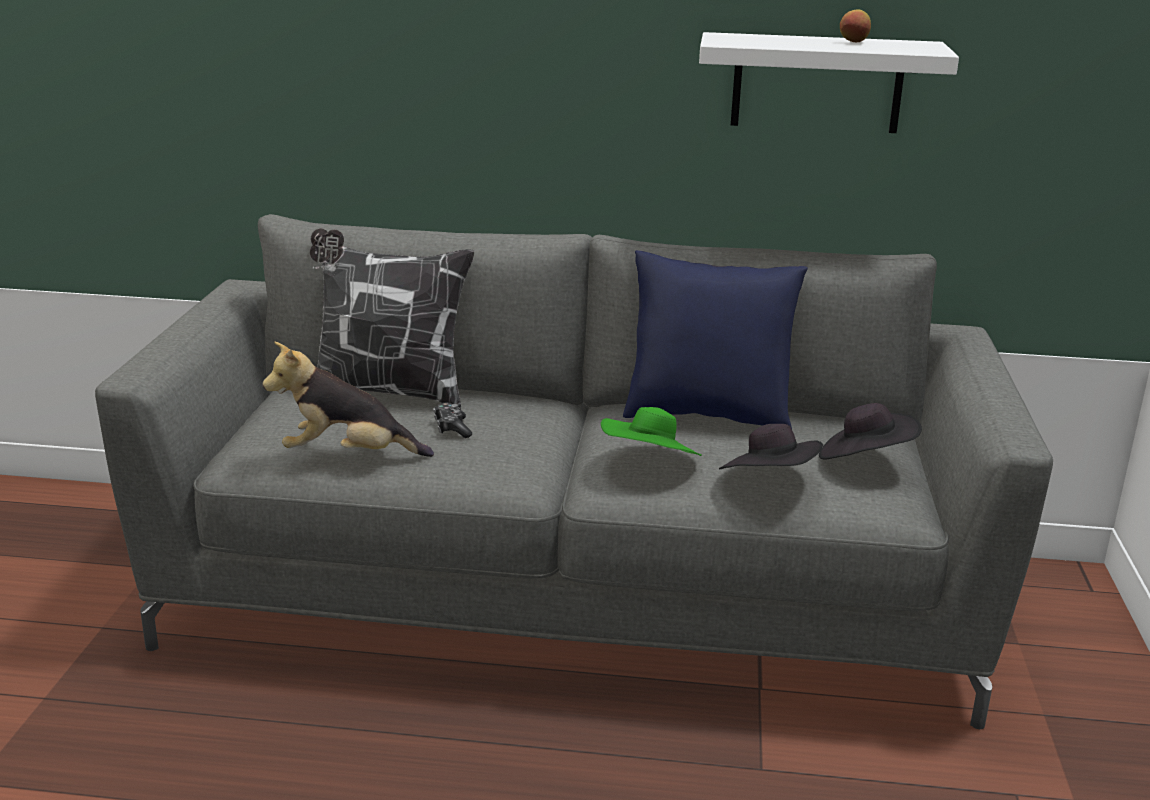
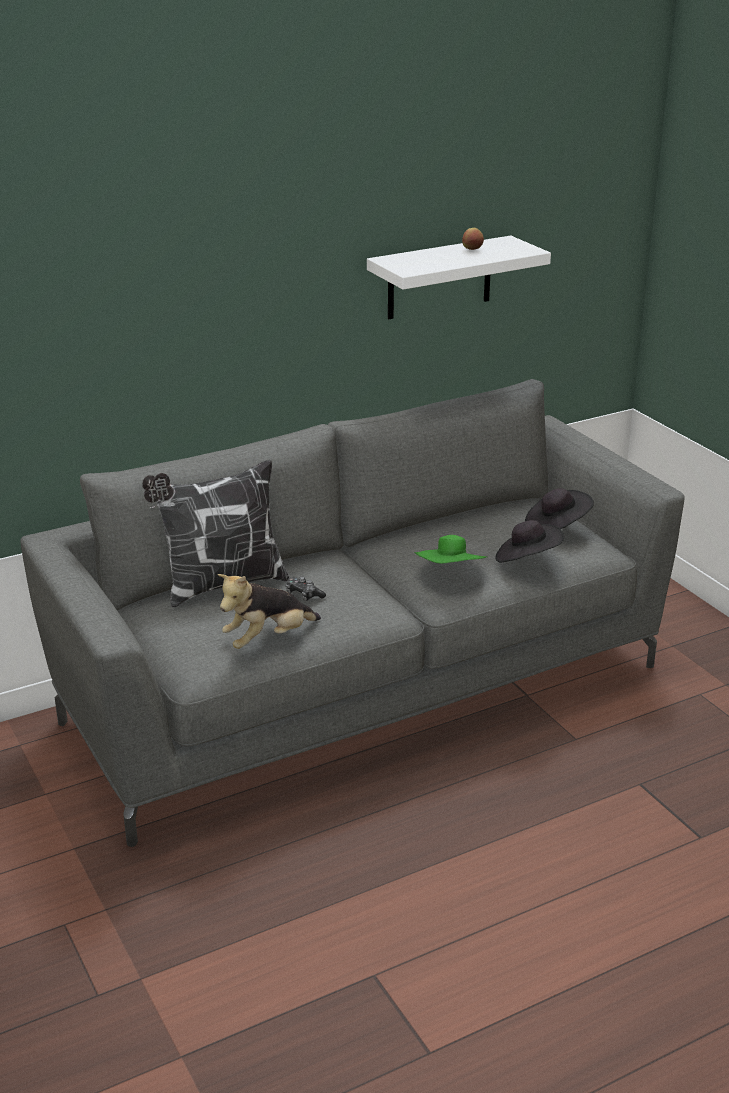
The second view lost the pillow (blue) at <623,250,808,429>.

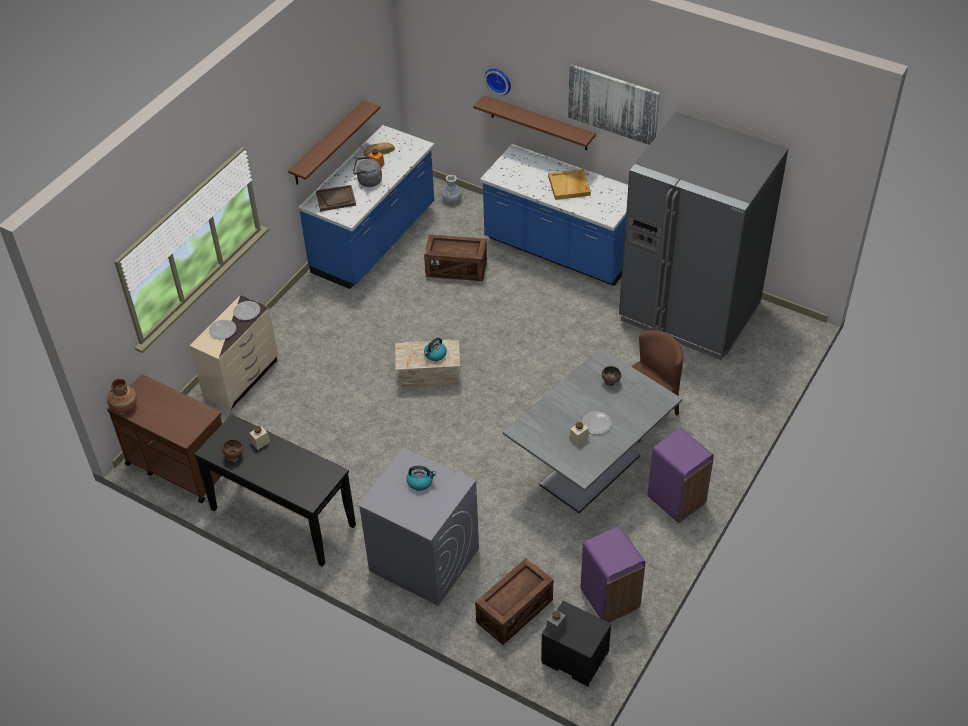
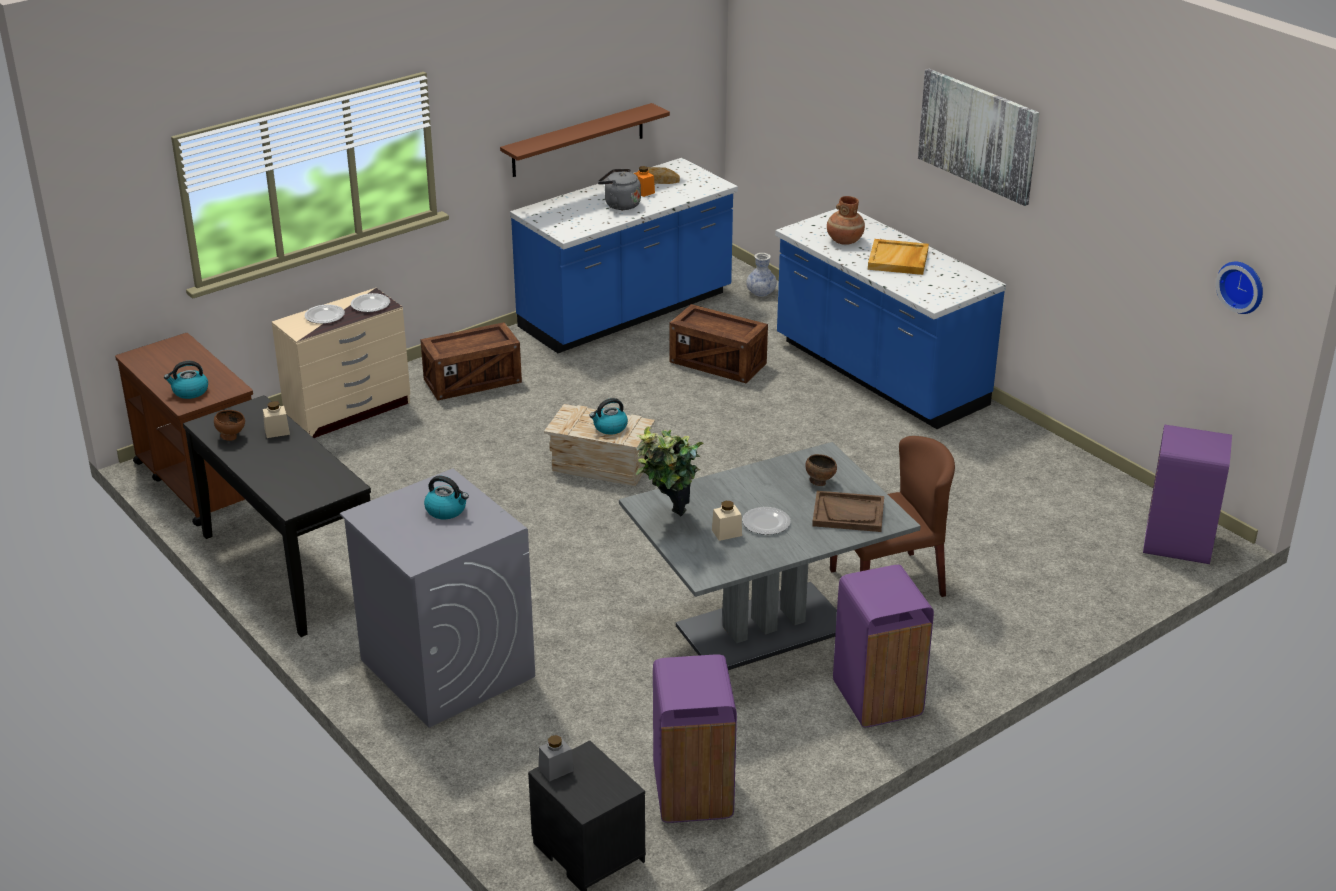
The second view gained the kettle at <164,361,208,399>.
The crate ended up elsewhere, having gone from <475,558,553,645> to <420,322,522,401>.
The second view gained the potted plant at <636,426,704,516>.
The tray (brown) ended up elsewhere, having gone from <316,185,356,211> to <812,491,884,532>.
The vase (brown) ended up elsewhere, having gone from <107,378,137,413> to <827,196,865,245>.
The second view gained the trash can (purple) at <1143,424,1232,564>.
The wall clock ended up elsewhere, having gone from <484,68,511,95> to <1216,262,1263,314>.
The second view lost the shelf (brown) at <473,95,596,150>.
The second view lost the fridge (grey) at <619,112,788,360>.

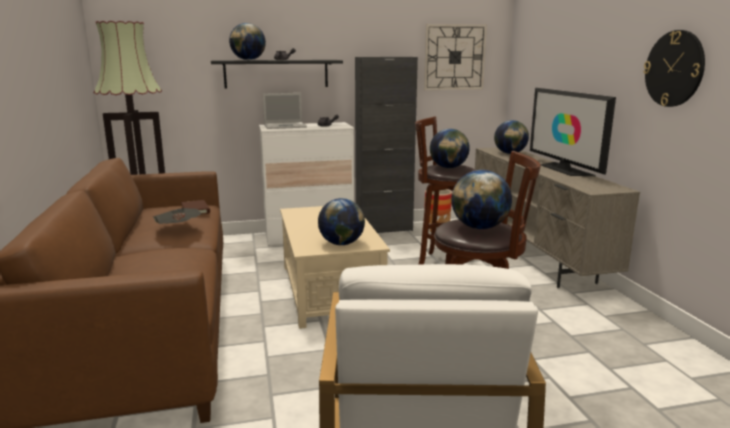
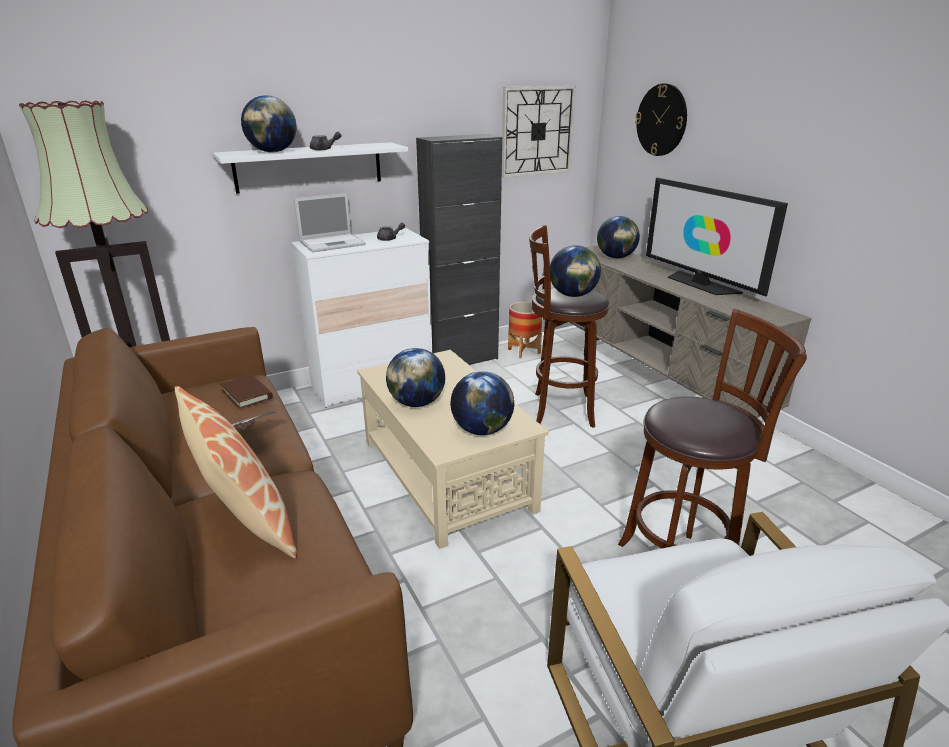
The second view gained the pillow at <175,386,297,558>.
What was the shelf (black) at <211,60,343,88> turned into the shelf (white) at <213,142,408,194>.
The globe ended up elsewhere, having gone from <451,170,512,229> to <386,348,445,407>.
The wall clock ended up elsewhere, having gone from <643,30,705,107> to <635,83,687,156>.

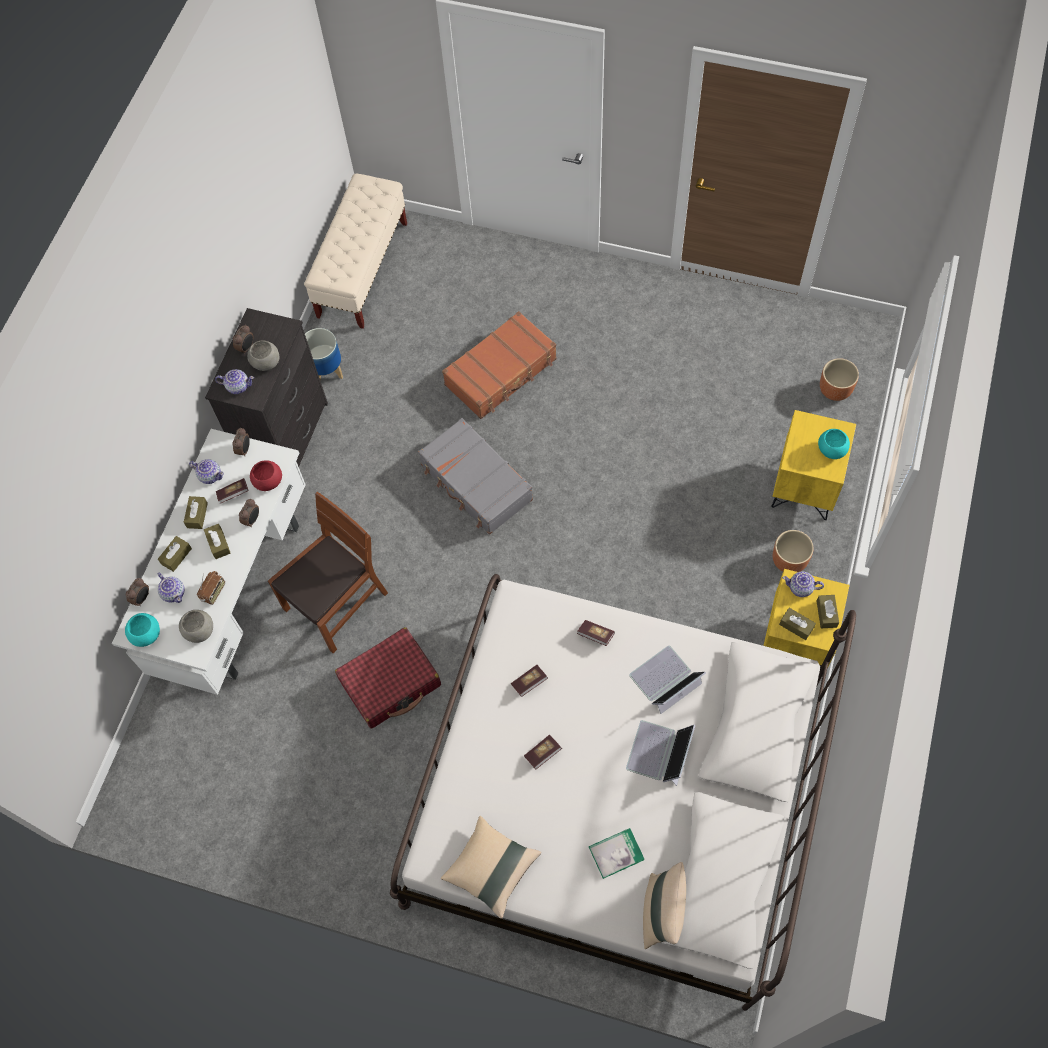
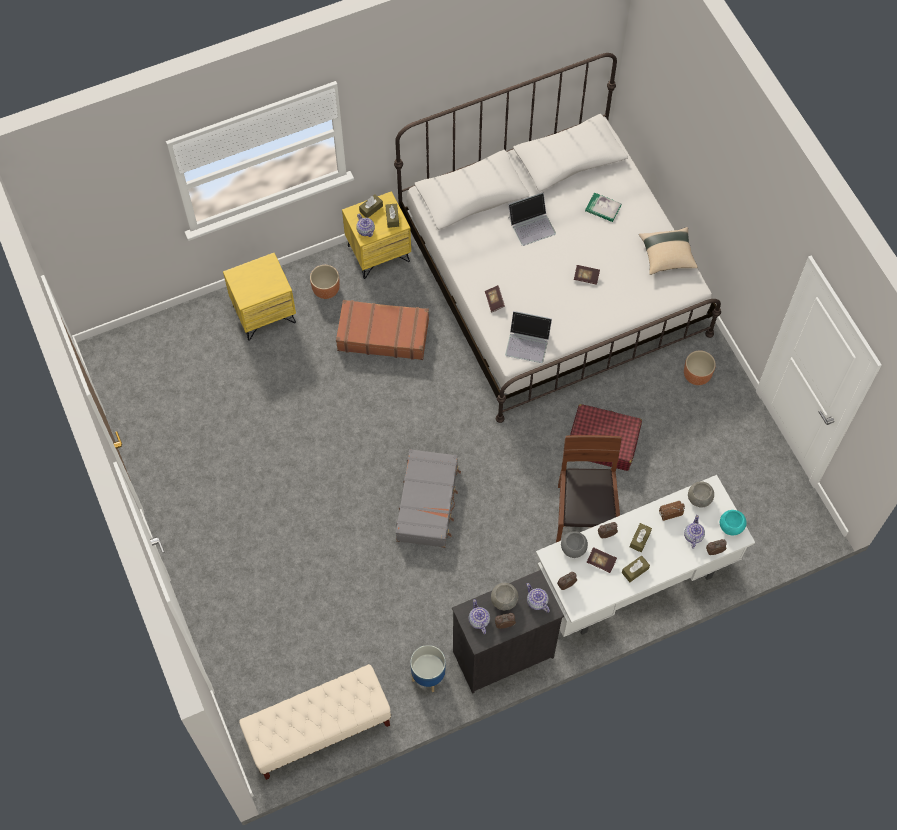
The suitcase (brown) ended up elsewhere, having gone from <442,311,557,419> to <336,300,429,360>.
The teapot ended up elsewhere, having gone from <189,459,224,484> to <468,599,490,634>.
The laptop ended up elsewhere, having gone from <629,646,706,714> to <505,311,552,363>.
The chair (brown) at <268,492,388,653> ended up facing another way, 90 degrees clockwise from before.
What was the bowl (red) at <250,460,282,491> turned into the bowl (grey) at <561,531,588,558>.
The planter (brown) ended up elsewhere, having gone from <820,358,859,401> to <684,350,716,385>.
The second view lost the tissue box (brown) at <158,536,192,572>.
The second view lost the book at <511,665,548,697>.
The second view lost the pillow (beige) at <643,862,686,949>.
The second view lost the bowl (turquoise) at <818,429,850,459>.

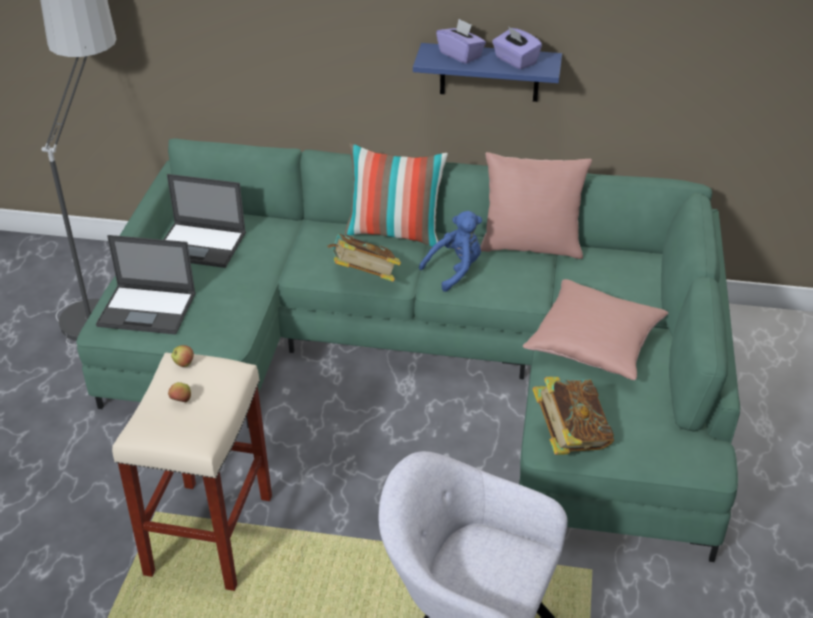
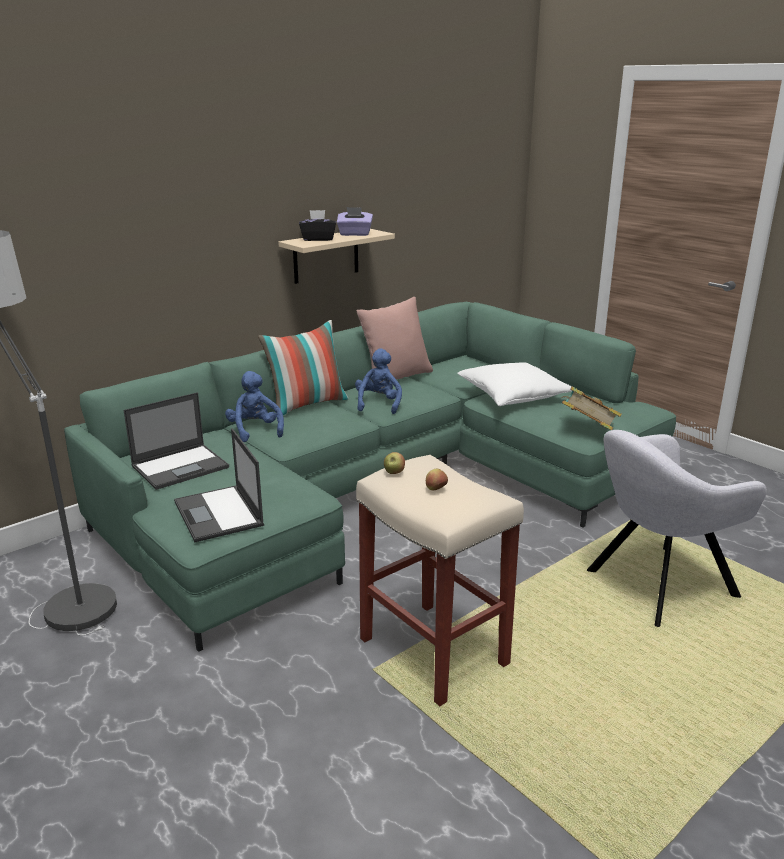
The laptop at <96,235,196,335> ended up facing another way, 105 degrees clockwise from before.
The second view gained the plush toy (blue) at <225,371,284,442>.
What was the shelf (blue) at <413,43,562,102> turned into the shelf (beige) at <278,229,395,284>.
What was the tissue box (purple) at <436,19,486,64> turned into the tissue box (black) at <299,210,336,241>.
What was the pillow (pink) at <523,279,668,380> turned into the pillow (white) at <457,362,572,406>.
The second view lost the book at <328,234,401,282>.

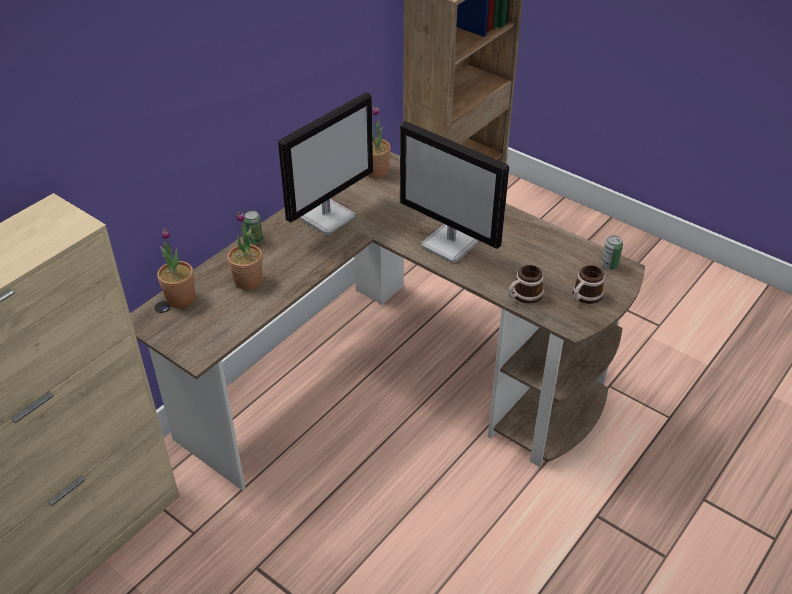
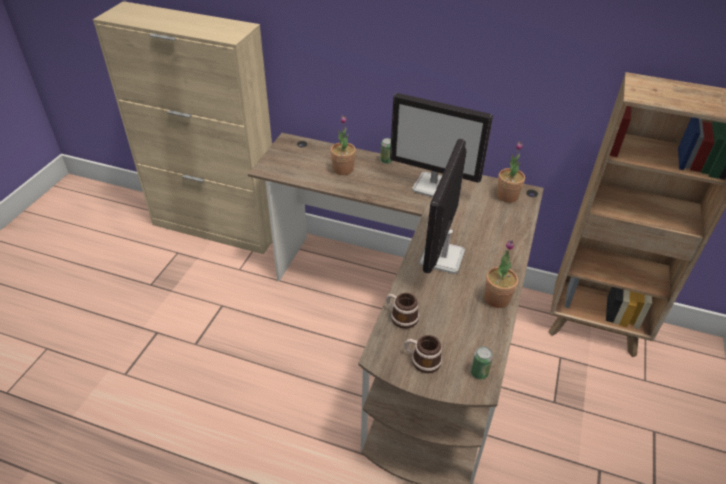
The potted plant ended up elsewhere, having gone from <157,228,195,308> to <485,240,518,308>.

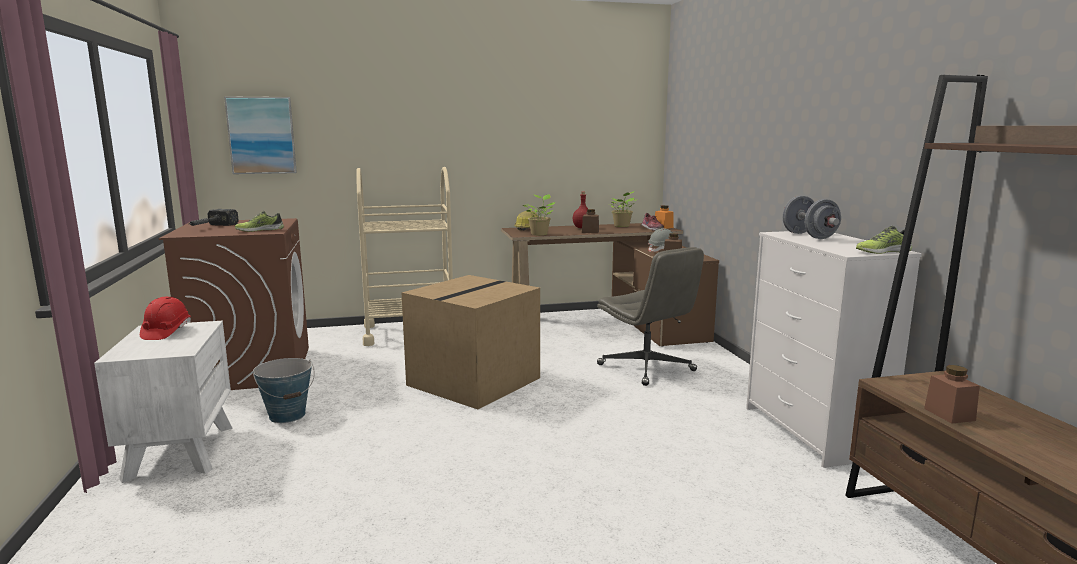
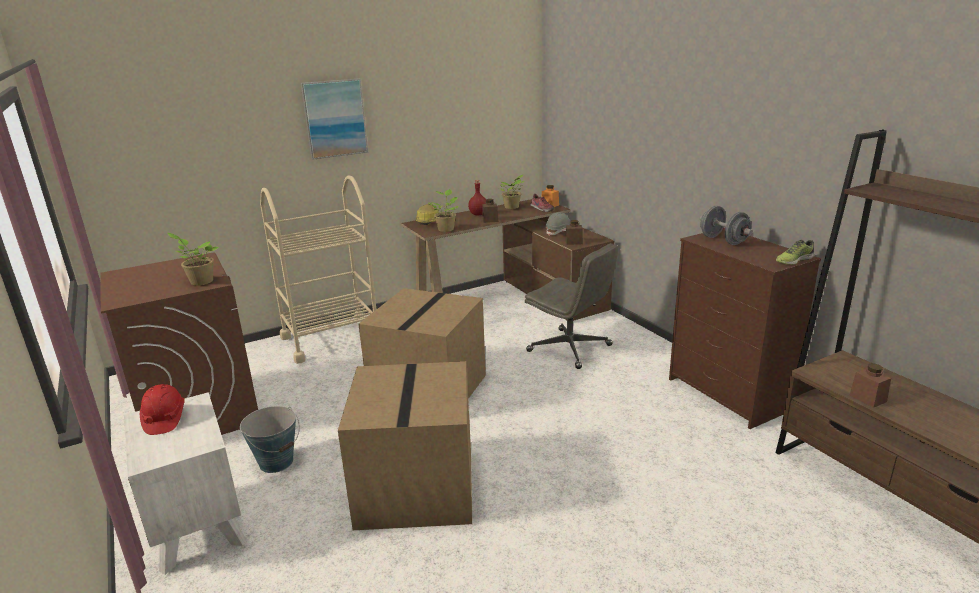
Where the shoe stood at <235,211,284,232>, the potted plant came to stand at <168,233,219,286>.
The picture ended up elsewhere, having gone from <224,96,297,174> to <301,79,368,160>.
The second view gained the cardboard box at <338,361,472,530>.
What was the dresser (white) at <746,231,922,468> turned into the dresser (brown) at <669,228,821,429>.
The second view lost the hammer at <190,209,238,226>.

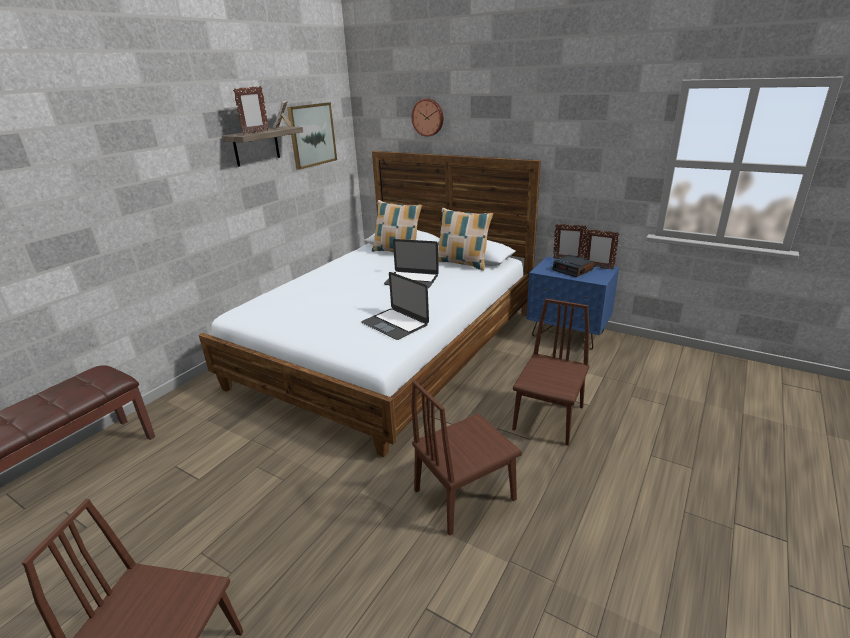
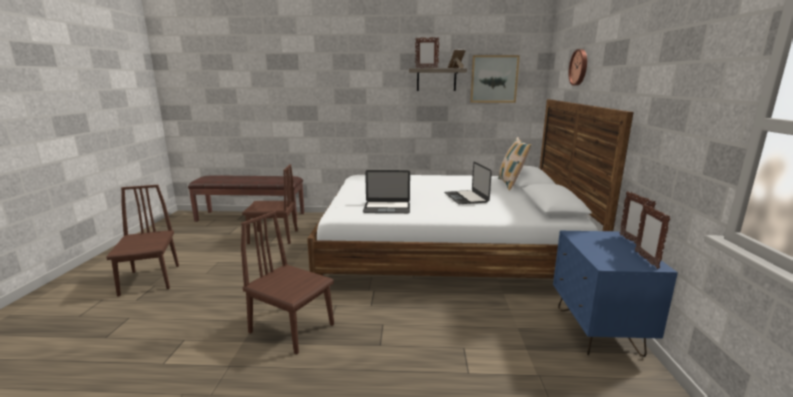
The chair (brown) ended up elsewhere, having gone from <512,299,590,446> to <242,164,298,244>.
The laptop at <361,272,429,340> ended up facing another way, 105 degrees counterclockwise from before.
The second view lost the pillow at <438,208,493,271>.
The second view lost the alarm clock at <552,255,594,277>.

